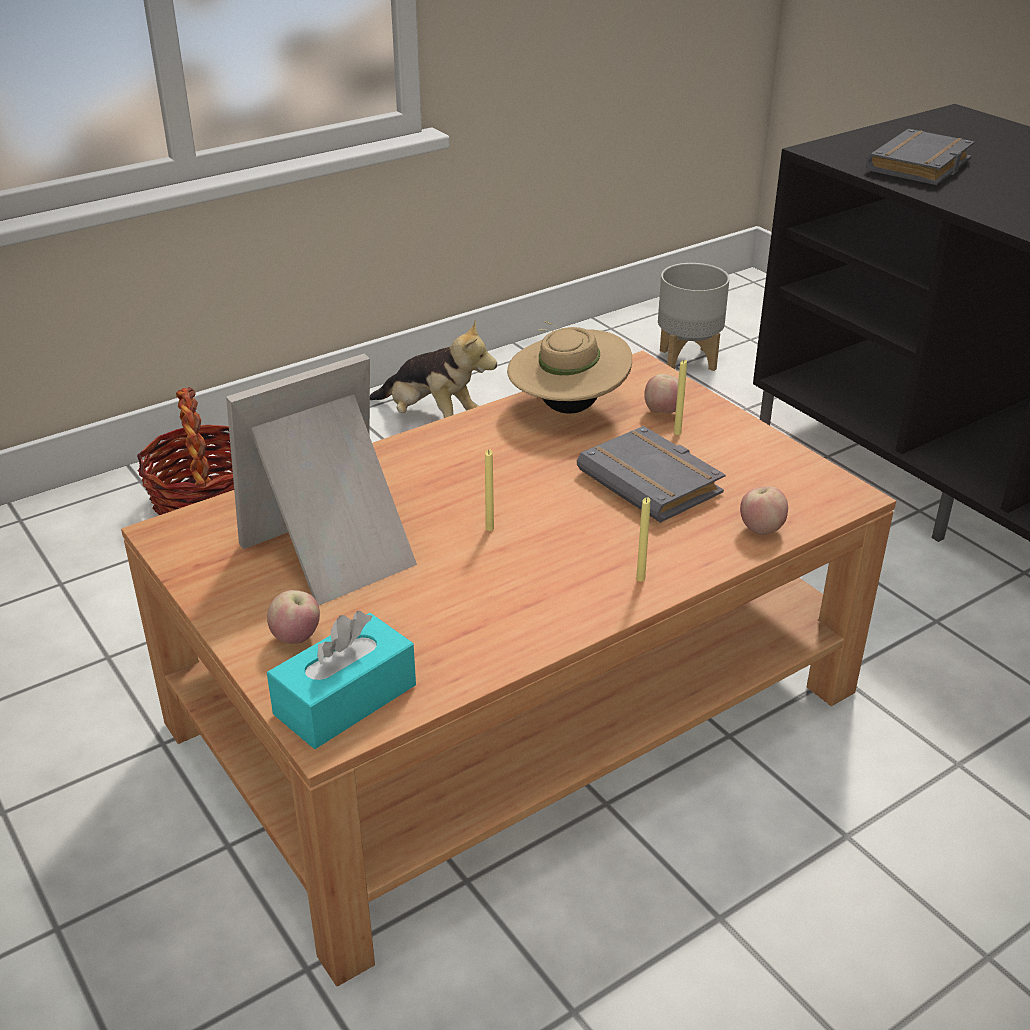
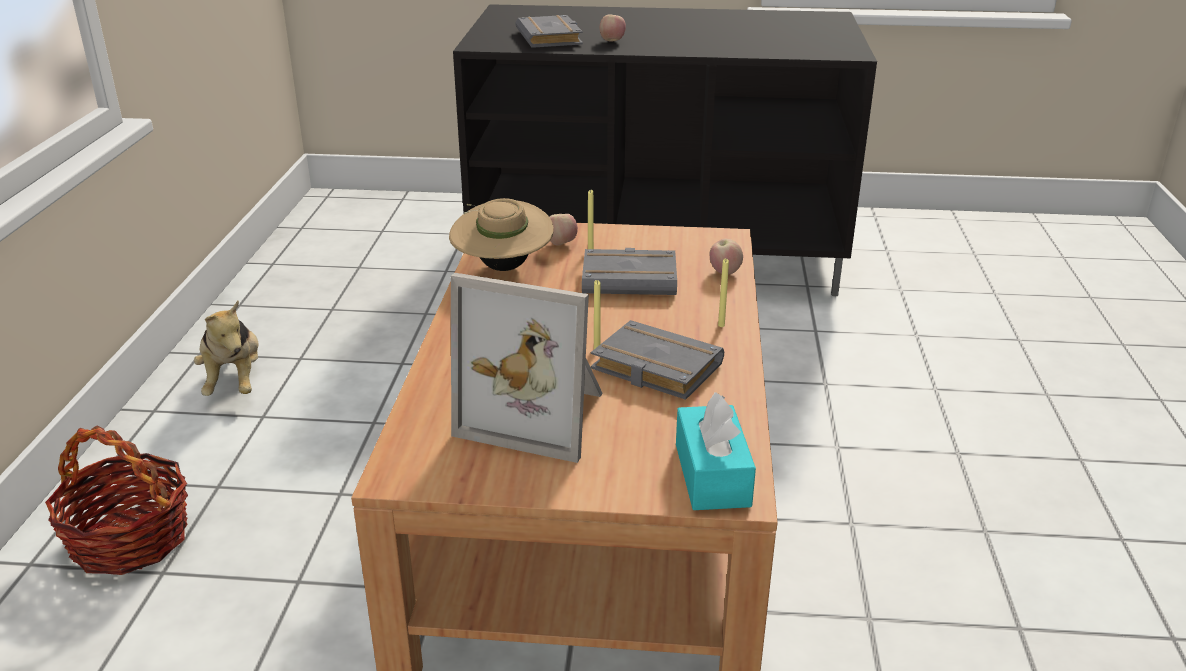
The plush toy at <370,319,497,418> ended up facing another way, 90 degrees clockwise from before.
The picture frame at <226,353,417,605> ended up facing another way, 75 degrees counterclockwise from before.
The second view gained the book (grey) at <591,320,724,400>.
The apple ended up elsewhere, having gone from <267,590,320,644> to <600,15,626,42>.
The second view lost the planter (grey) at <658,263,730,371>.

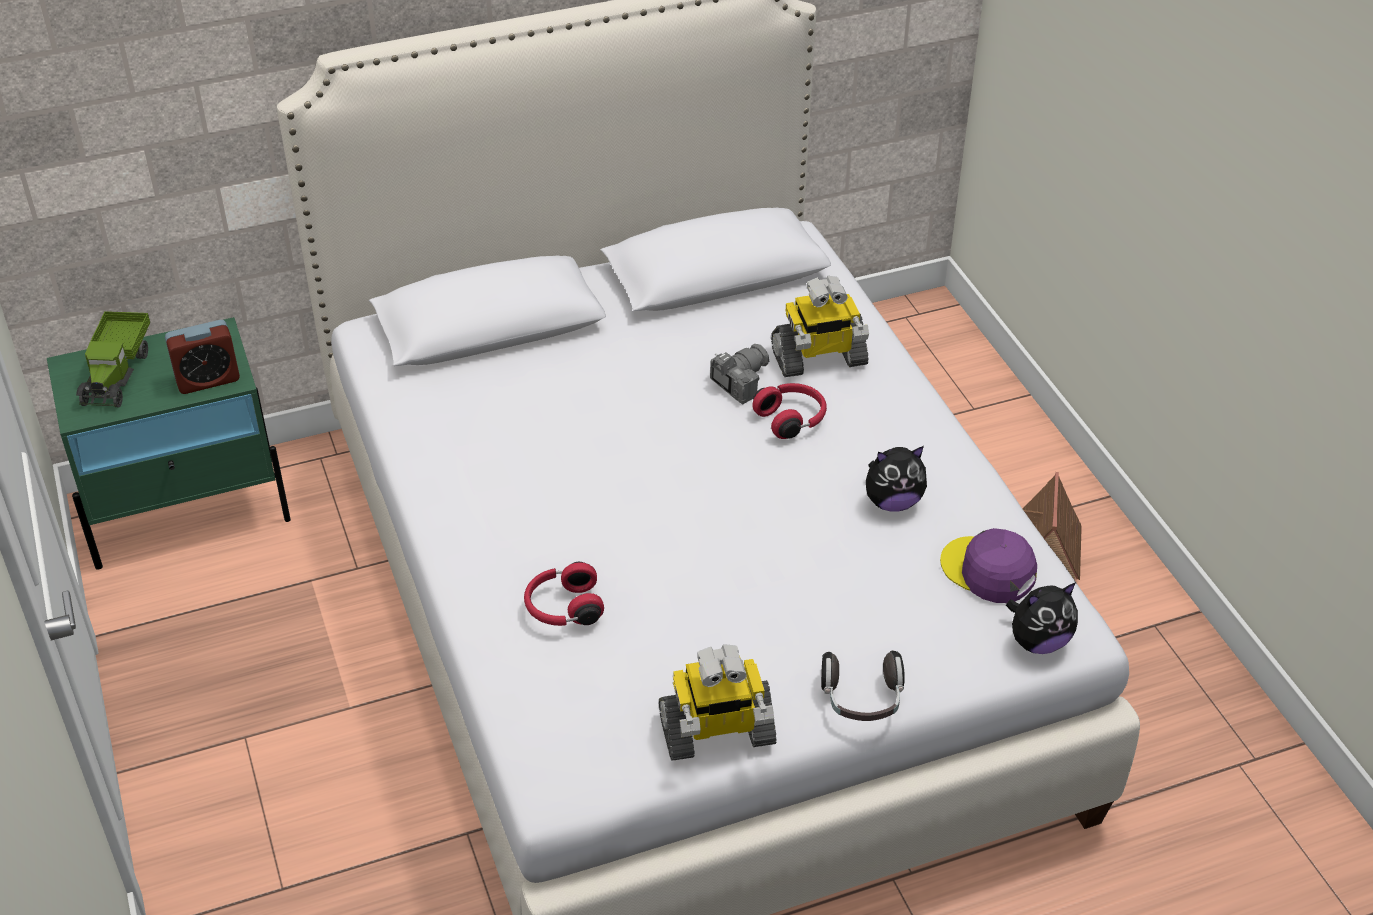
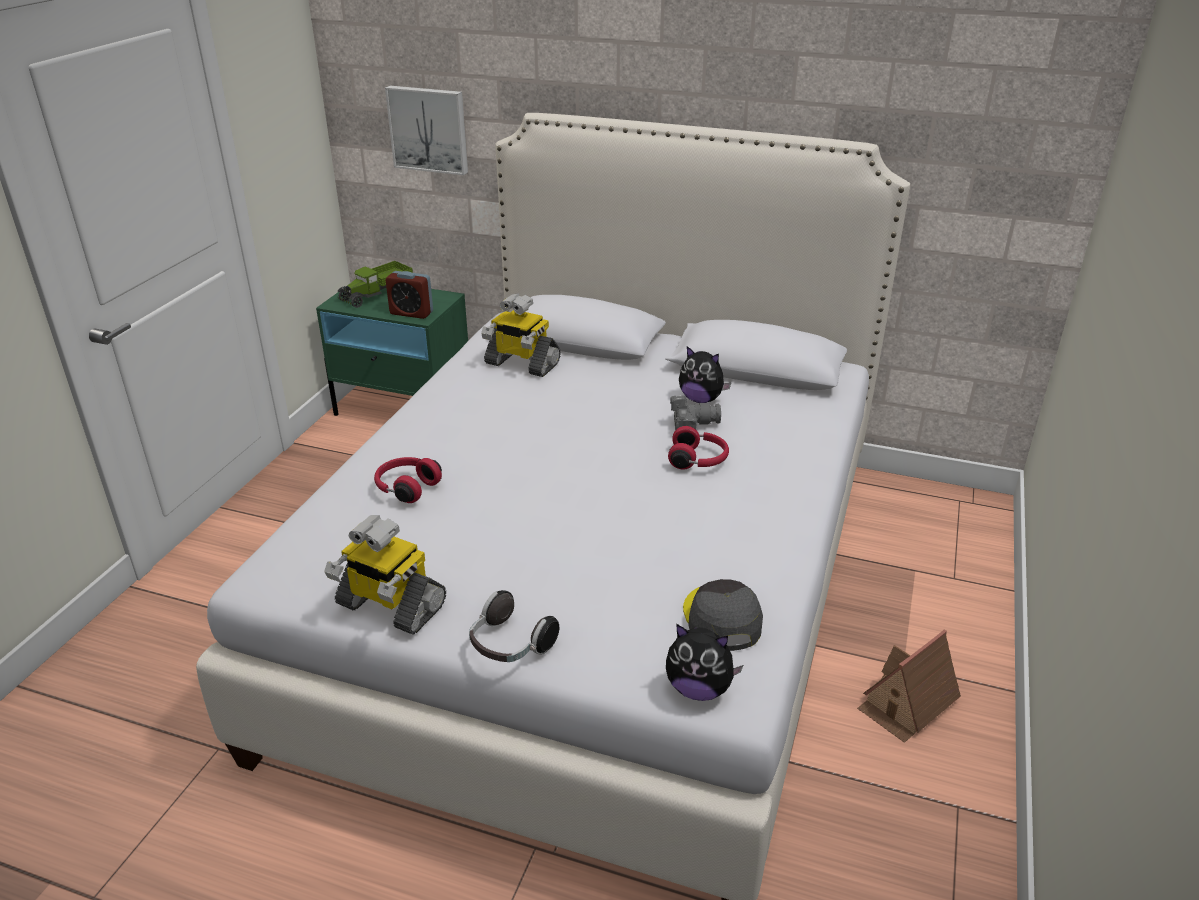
The second view gained the picture at <385,86,468,175>.
The toy robot ended up elsewhere, having gone from <771,276,869,377> to <481,293,561,377>.
The plush toy ended up elsewhere, having gone from <866,446,927,511> to <679,346,731,403>.
What was the cap (purple) at <940,528,1037,603> turned into the cap (grey) at <683,579,763,651>.

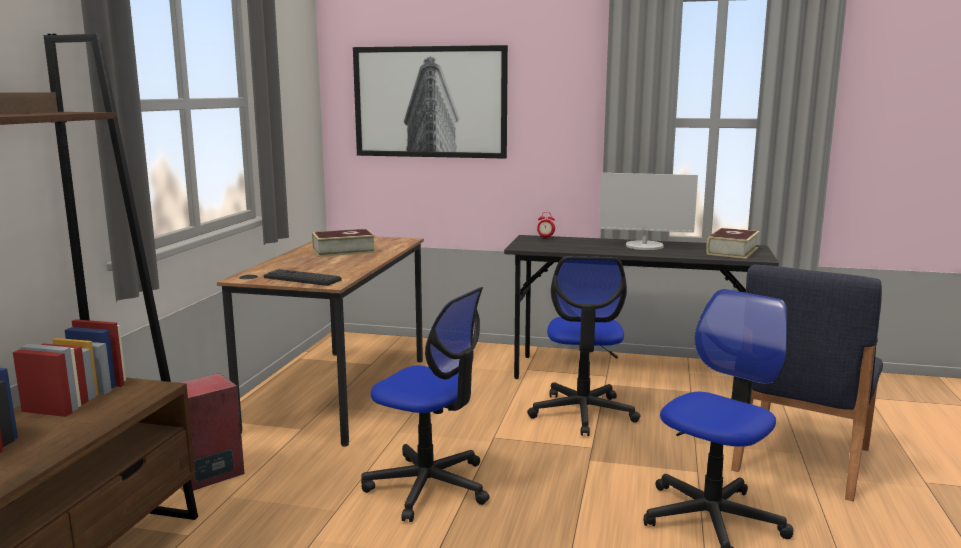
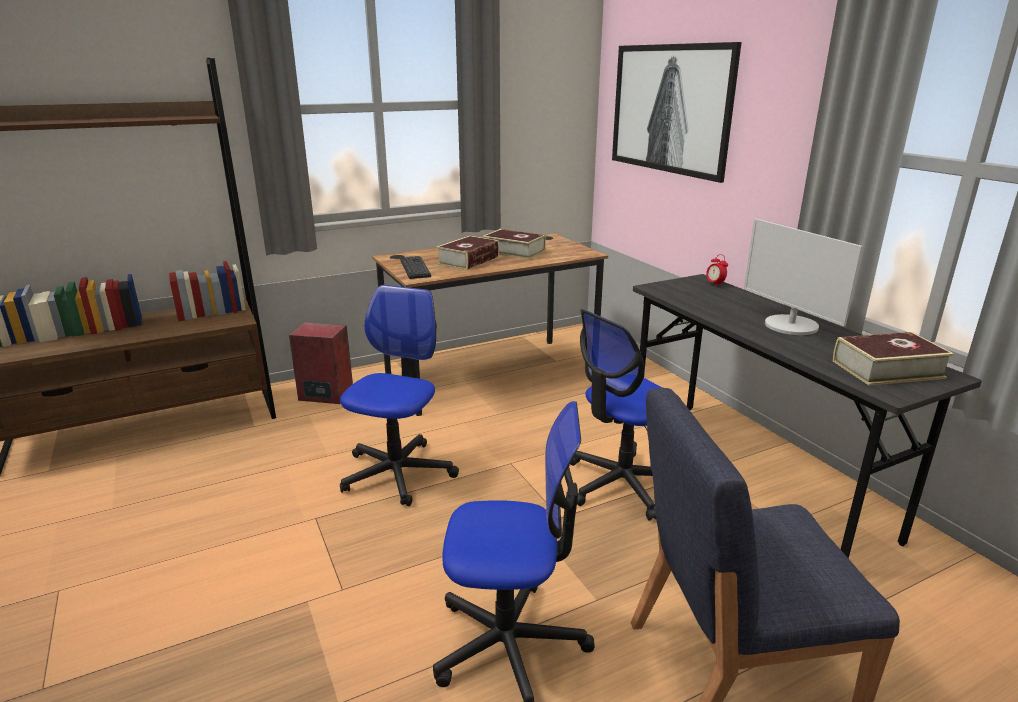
The office chair at <361,287,489,522> ended up facing another way, 150 degrees counterclockwise from before.
The second view gained the book at <436,236,499,270>.

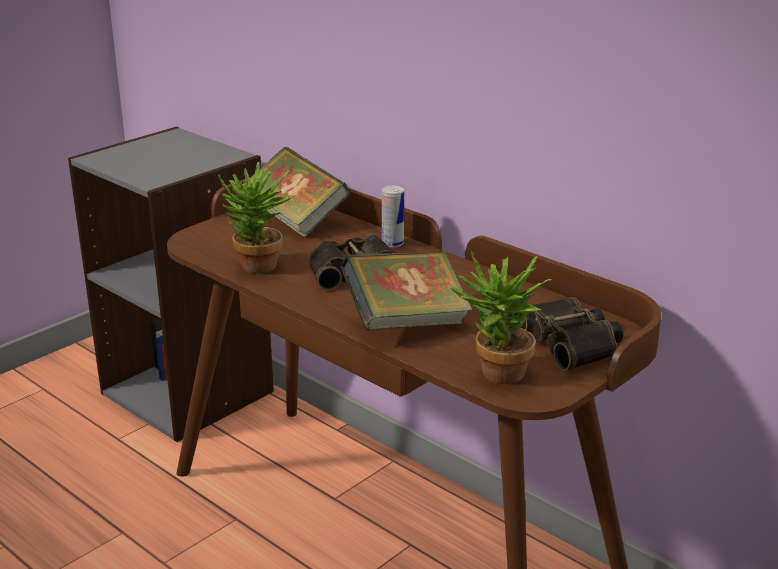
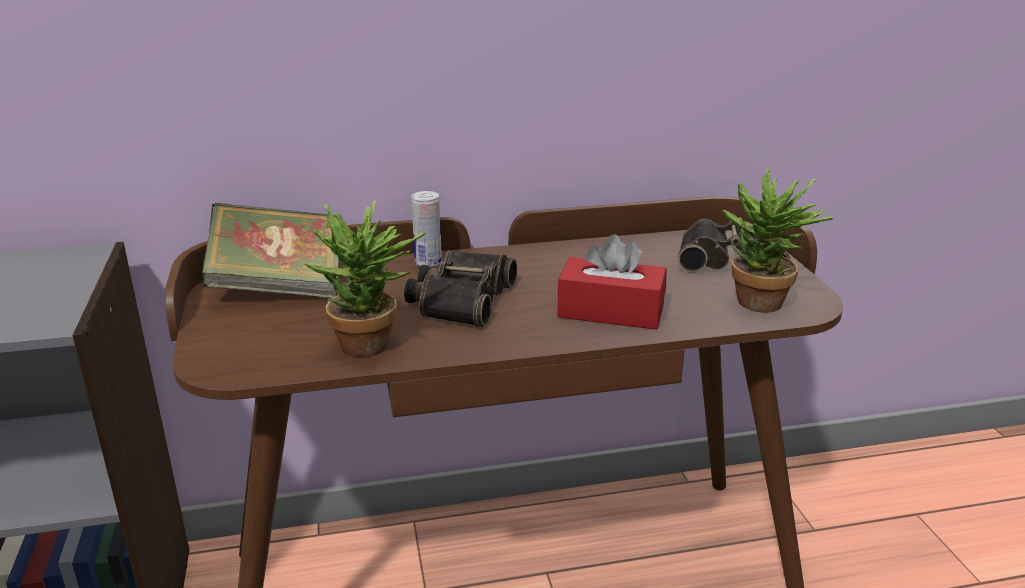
Where the book stood at <341,251,472,330>, the tissue box (red) came to stand at <557,234,667,330>.

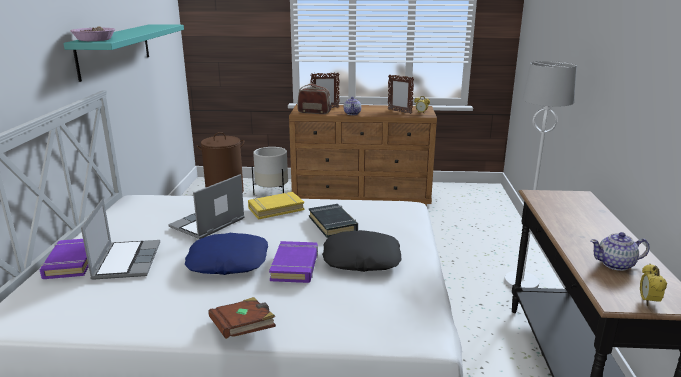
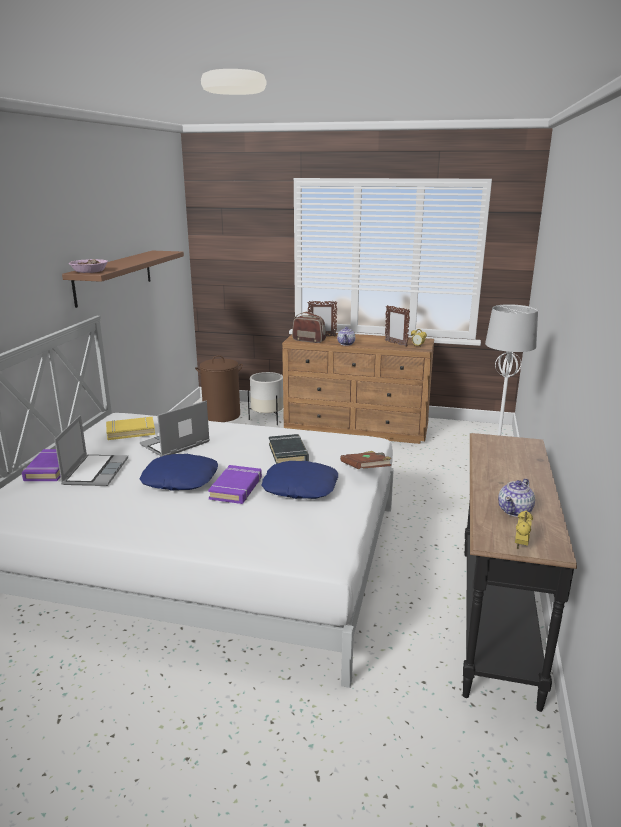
What was the shelf (turquoise) at <64,24,184,82> turned into the shelf (brown) at <62,251,184,308>.
The book (yellow) ended up elsewhere, having gone from <248,192,304,220> to <106,417,155,440>.
What was the pillow (black) at <322,230,402,272> turned into the pillow (blue) at <262,461,338,499>.
The book (brown) ended up elsewhere, having gone from <209,297,276,339> to <340,451,391,469>.
The teapot at <590,232,650,271> ended up facing another way, 60 degrees counterclockwise from before.

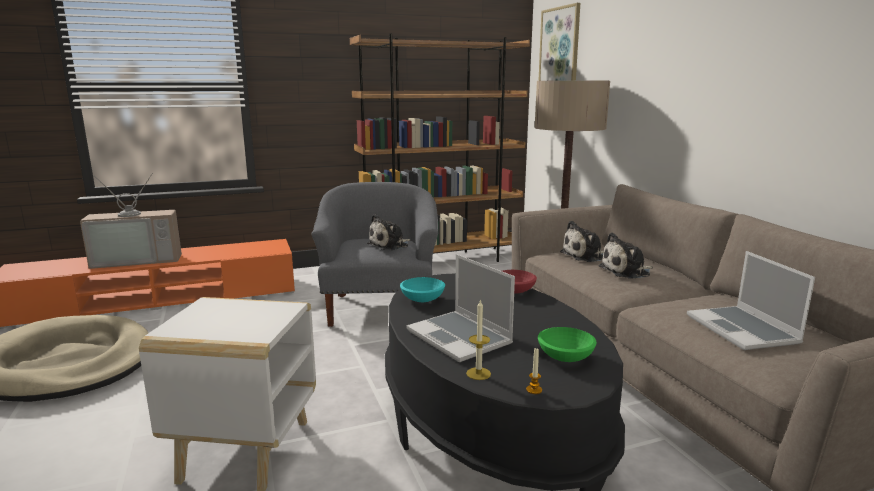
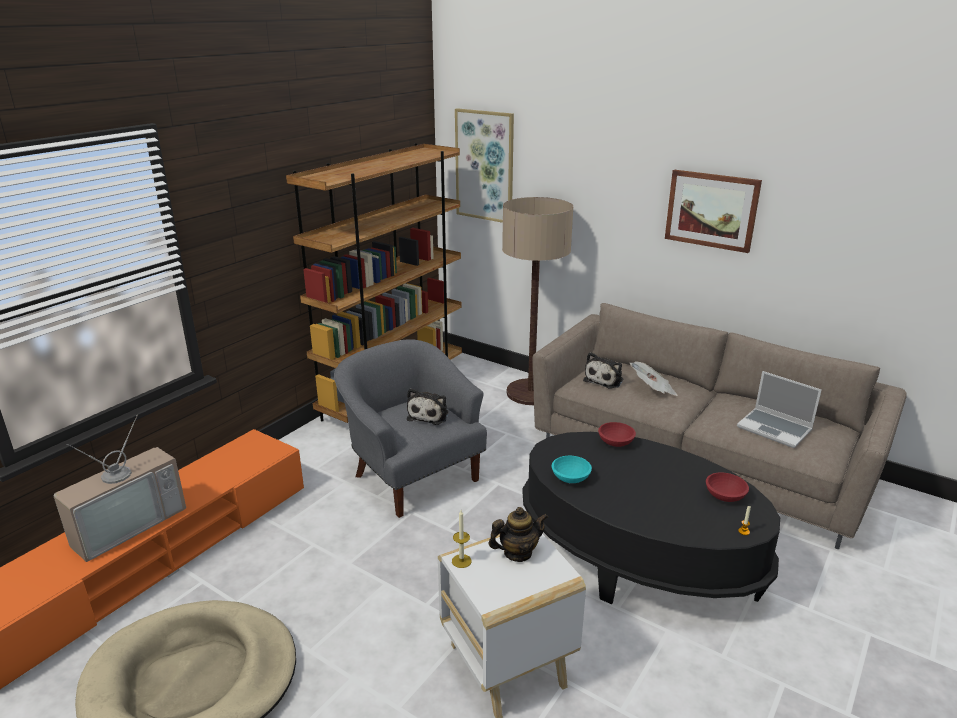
The candle ended up elsewhere, having gone from <466,299,491,380> to <452,510,472,568>.
The second view gained the teapot at <488,507,548,562>.
Where the plush toy stood at <599,232,653,279>, the newspaper came to stand at <630,362,678,396>.
The second view gained the picture at <665,170,762,253>.
What was the bowl (green) at <538,327,597,362> turned into the bowl (red) at <706,472,749,502>.
The second view lost the laptop at <406,254,515,362>.

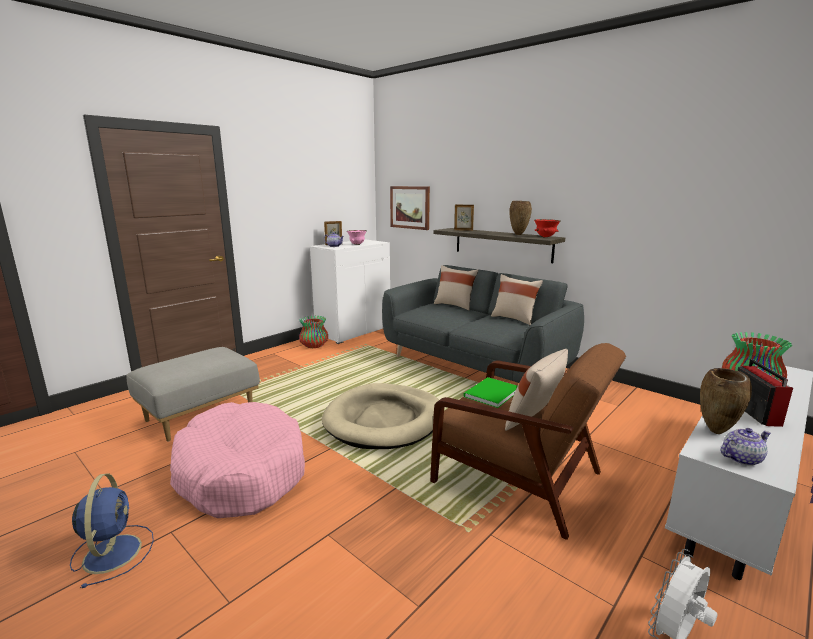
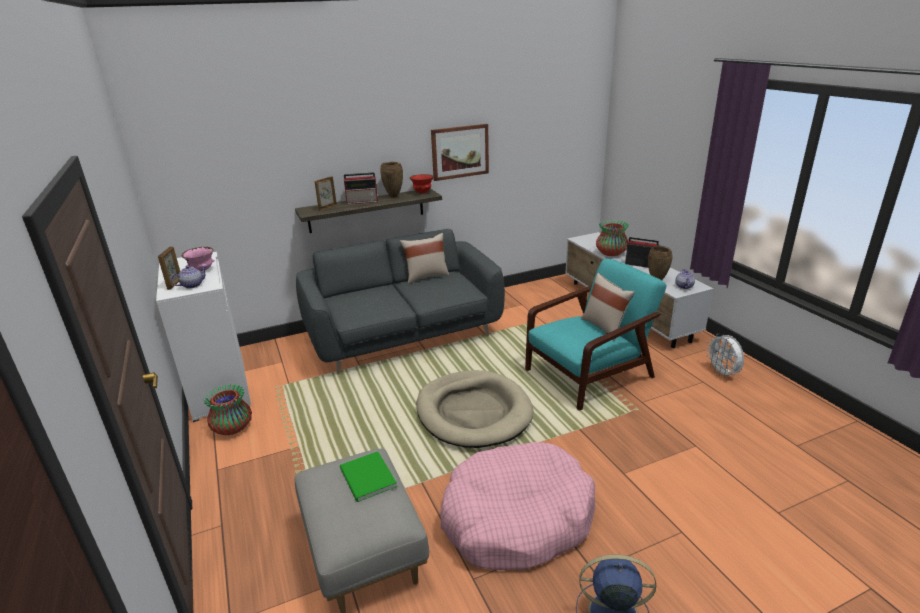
The book (green) ended up elsewhere, having gone from <464,377,517,408> to <340,451,397,502>.
The second view gained the radio at <344,172,378,204>.
The picture ended up elsewhere, having gone from <390,186,430,230> to <431,124,489,181>.
What was the armchair (brown) at <430,343,626,540> turned into the armchair (turquoise) at <525,259,666,411>.
The second view lost the pillow (beige) at <434,265,478,310>.

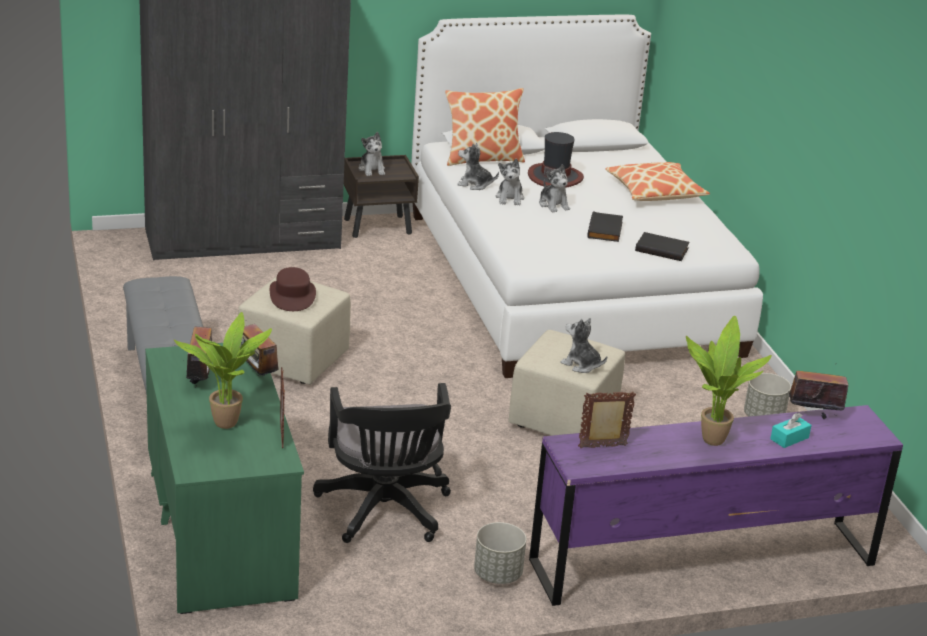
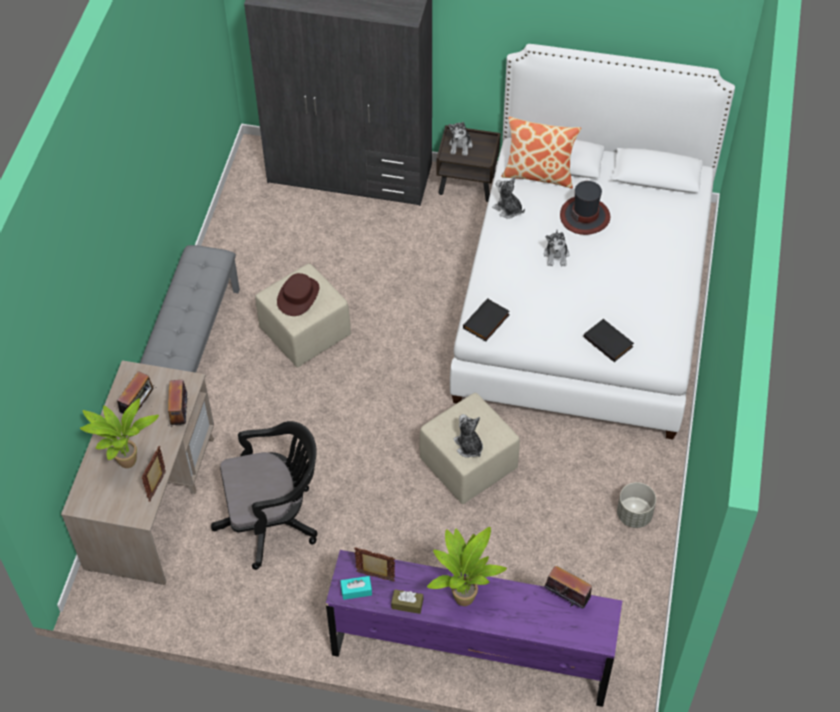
What was the desk (green) at <145,343,304,614> turned into the desk (beige) at <61,360,214,585>.
The office chair (black) at <313,383,451,543> ended up facing another way, 120 degrees counterclockwise from before.
The tissue box (turquoise) ended up elsewhere, having gone from <770,413,812,448> to <340,576,372,600>.
The second view gained the tissue box (brown) at <391,589,423,614>.
The book (black) ended up elsewhere, having gone from <587,212,623,242> to <463,298,510,341>.
The second view lost the planter (grey) at <474,522,526,584>.
The second view lost the plush toy at <496,158,524,206>.
The second view lost the pillow at <605,162,710,201>.

